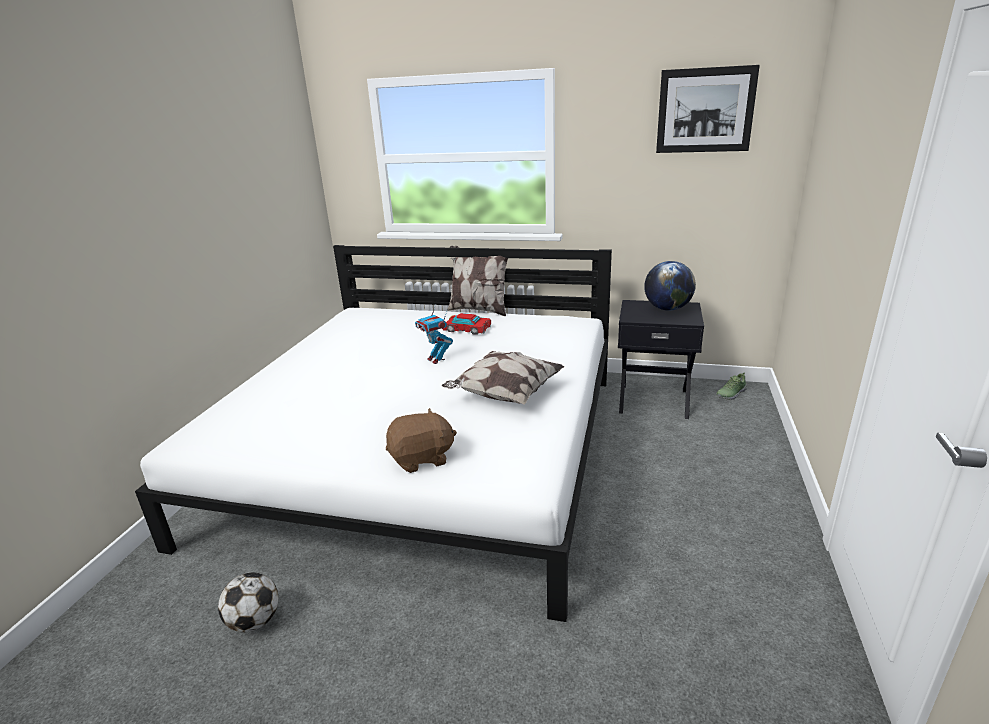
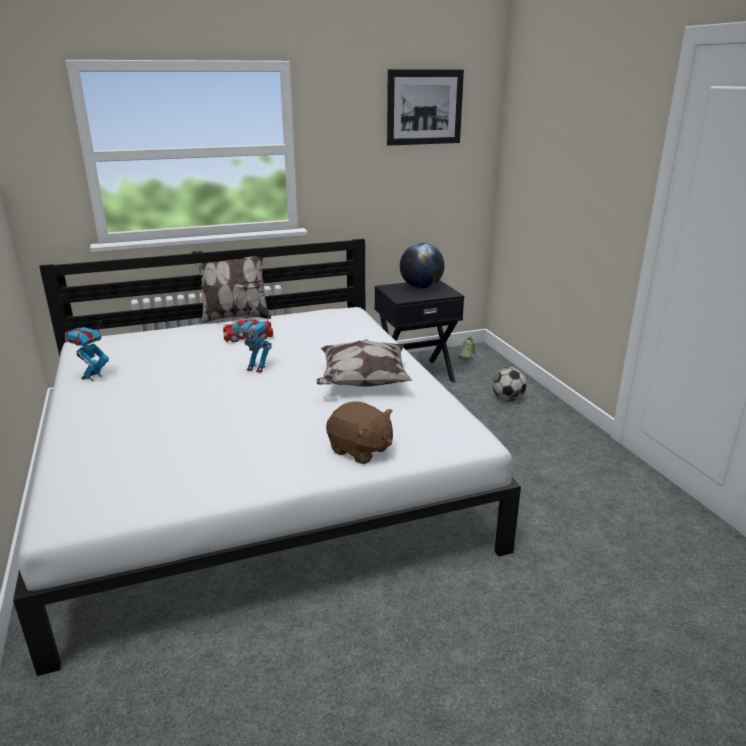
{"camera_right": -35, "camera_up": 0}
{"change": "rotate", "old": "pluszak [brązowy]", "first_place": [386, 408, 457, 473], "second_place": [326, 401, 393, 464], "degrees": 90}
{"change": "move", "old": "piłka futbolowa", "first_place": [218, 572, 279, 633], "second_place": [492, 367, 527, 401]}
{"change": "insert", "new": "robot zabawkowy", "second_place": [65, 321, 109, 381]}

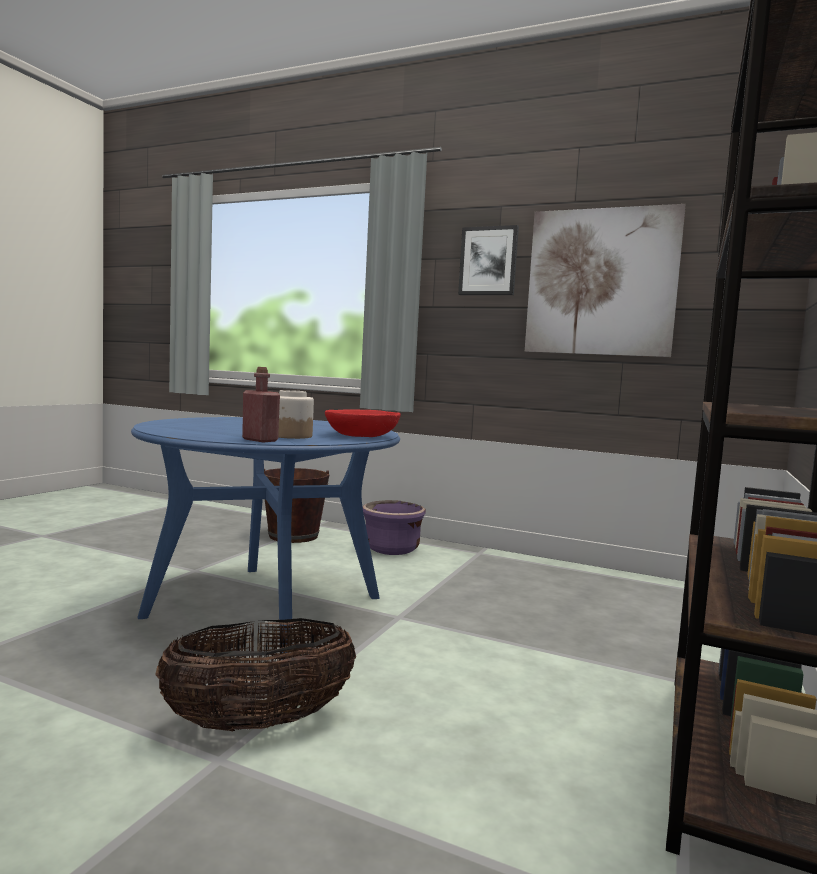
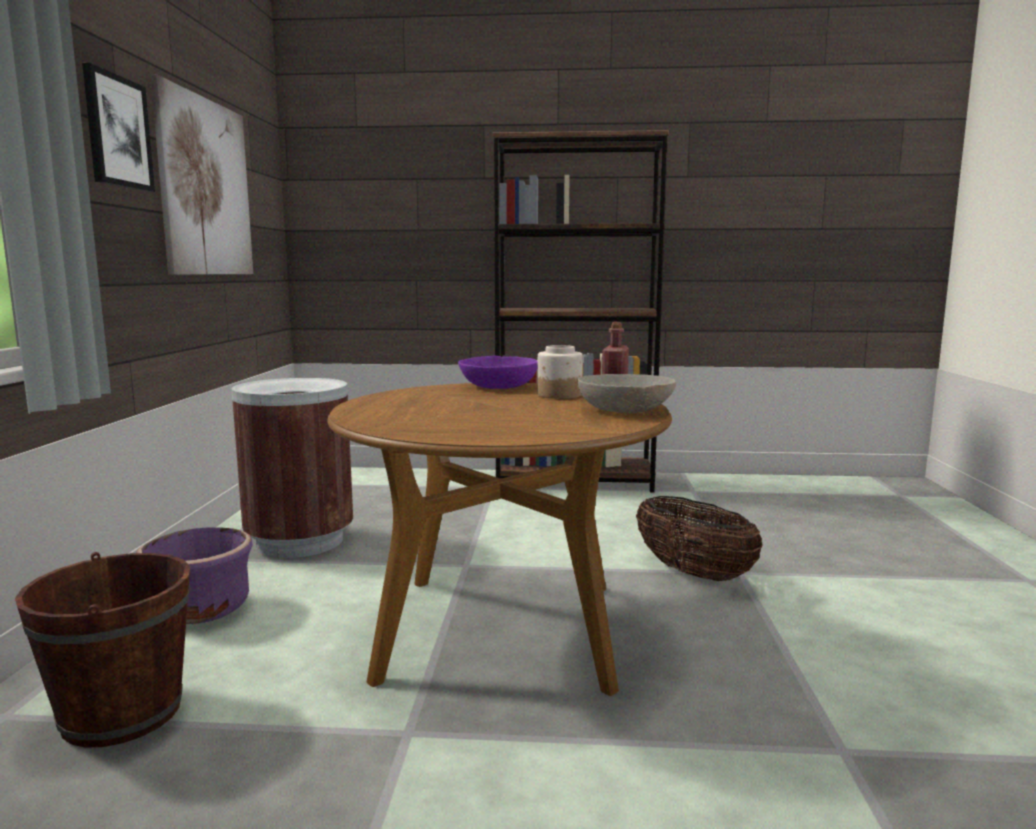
{"camera_right": -110, "camera_up": 5}
{"change": "recolor", "old": "miska [czerwony]", "new": "miska [fioletowy]", "first_place": [325, 409, 401, 437], "second_place": [458, 355, 538, 389]}
{"change": "recolor", "old": "stół jadalny [niebieski]", "new": "stół jadalny [brązowy]", "first_place": [131, 417, 400, 653], "second_place": [327, 383, 672, 696]}
{"change": "insert", "new": "miska [szary]", "second_place": [578, 374, 676, 413]}
{"change": "insert", "new": "kosz na śmieci [brązowy]", "second_place": [231, 378, 353, 558]}

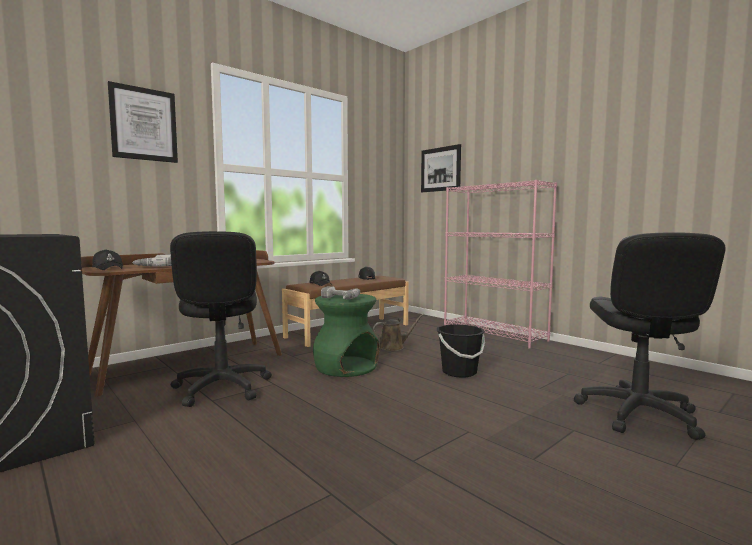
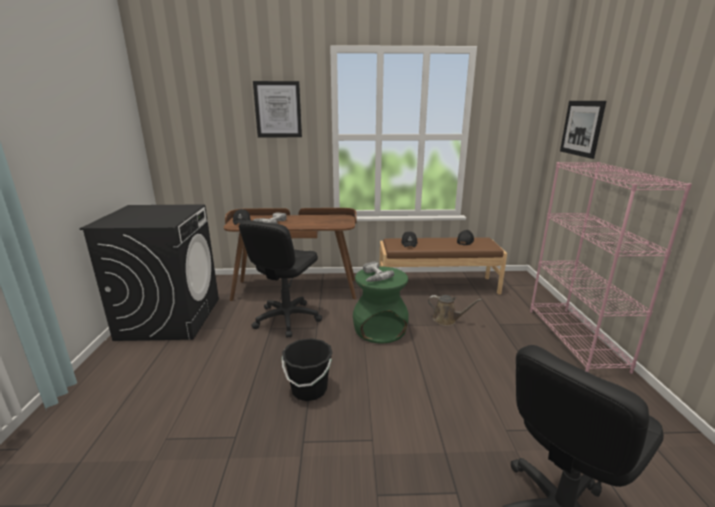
{"camera_right": 40, "camera_up": 15}
{"change": "move", "old": "wiadro [czarny]", "first_place": [437, 324, 485, 378], "second_place": [282, 338, 333, 401]}

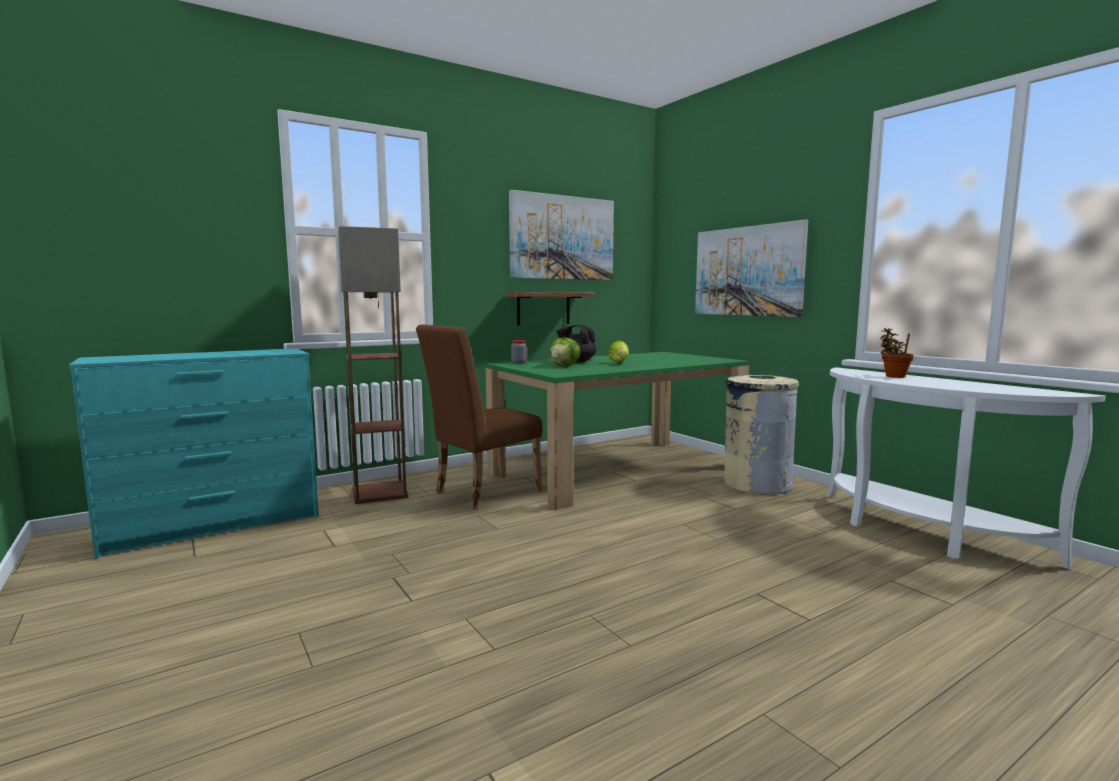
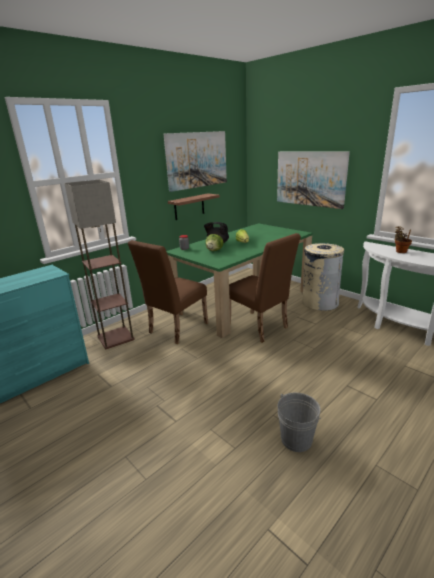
{"camera_right": -10, "camera_up": 15}
{"change": "insert", "new": "krzesło [brązowy]", "second_place": [229, 233, 301, 343]}
{"change": "insert", "new": "wiadro [szary]", "second_place": [278, 393, 321, 452]}

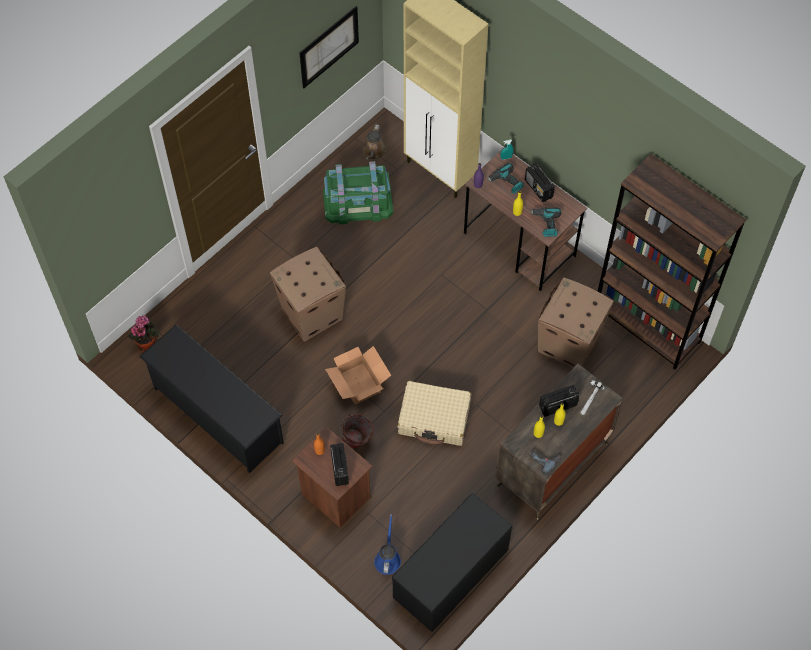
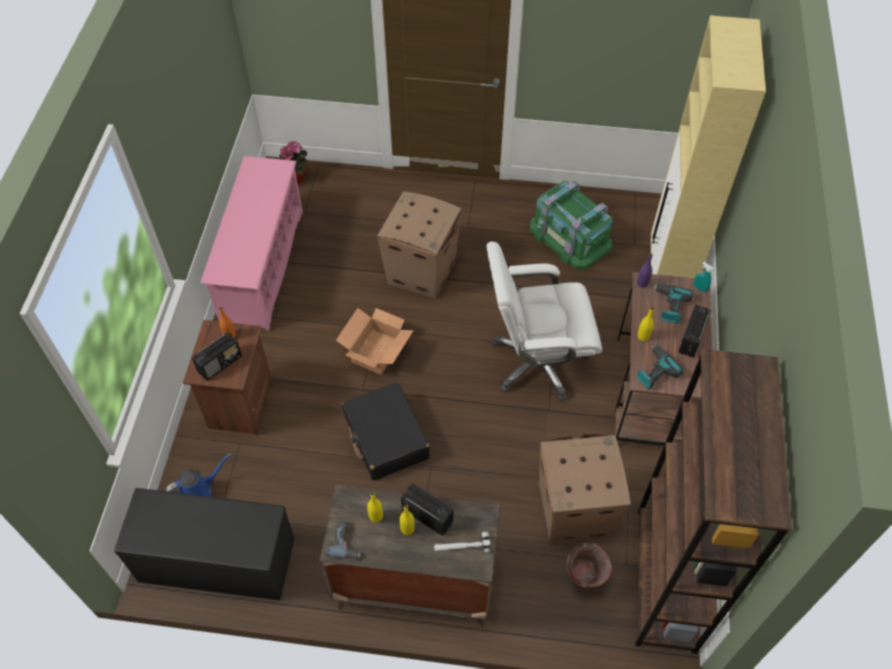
{"camera_right": 55, "camera_up": -5}
{"change": "delete", "old": "obraz", "first_place": [299, 6, 359, 88]}
{"change": "delete", "old": "konewka [brązowy]", "first_place": [363, 124, 386, 160]}
{"change": "recolor", "old": "regał na buty [czarny]", "new": "regał na buty [różowy]", "first_place": [139, 324, 284, 473], "second_place": [200, 156, 303, 331]}
{"change": "recolor", "old": "walizka [beżowy]", "new": "walizka [czarny]", "first_place": [397, 381, 471, 446], "second_place": [342, 382, 430, 481]}
{"change": "move", "old": "wiadro", "first_place": [340, 414, 373, 449], "second_place": [567, 543, 612, 587]}
{"change": "insert", "new": "krzesło biurowe [biały]", "second_place": [487, 242, 602, 401]}

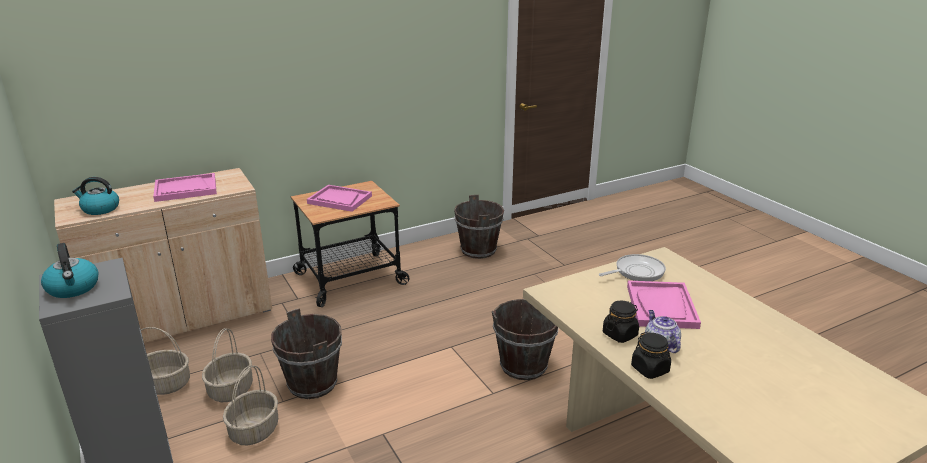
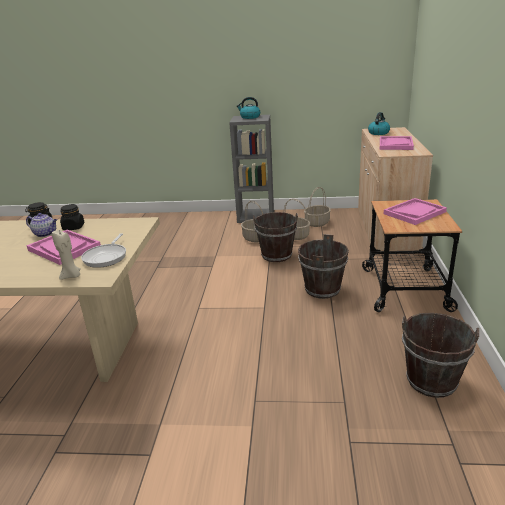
{"camera_right": 125, "camera_up": 0}
{"change": "move", "old": "wiadro [brązowy]", "first_place": [492, 299, 558, 380], "second_place": [298, 234, 349, 299]}
{"change": "insert", "new": "świeca [beżowy]", "second_place": [52, 230, 81, 280]}

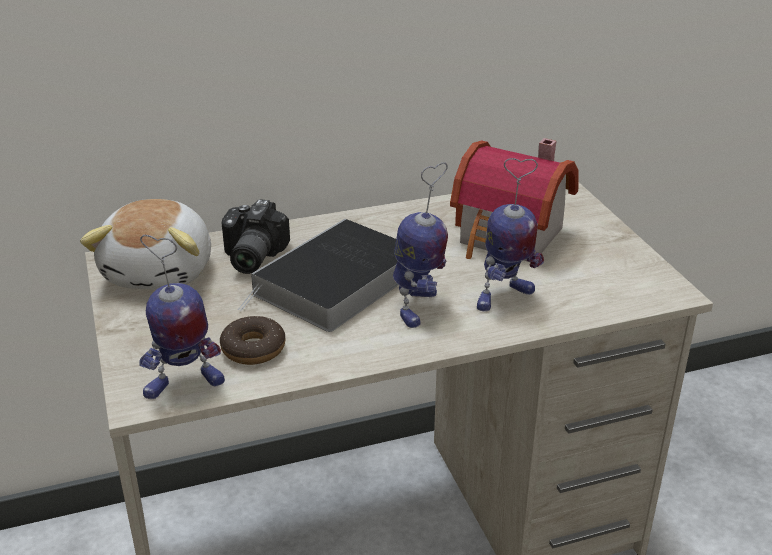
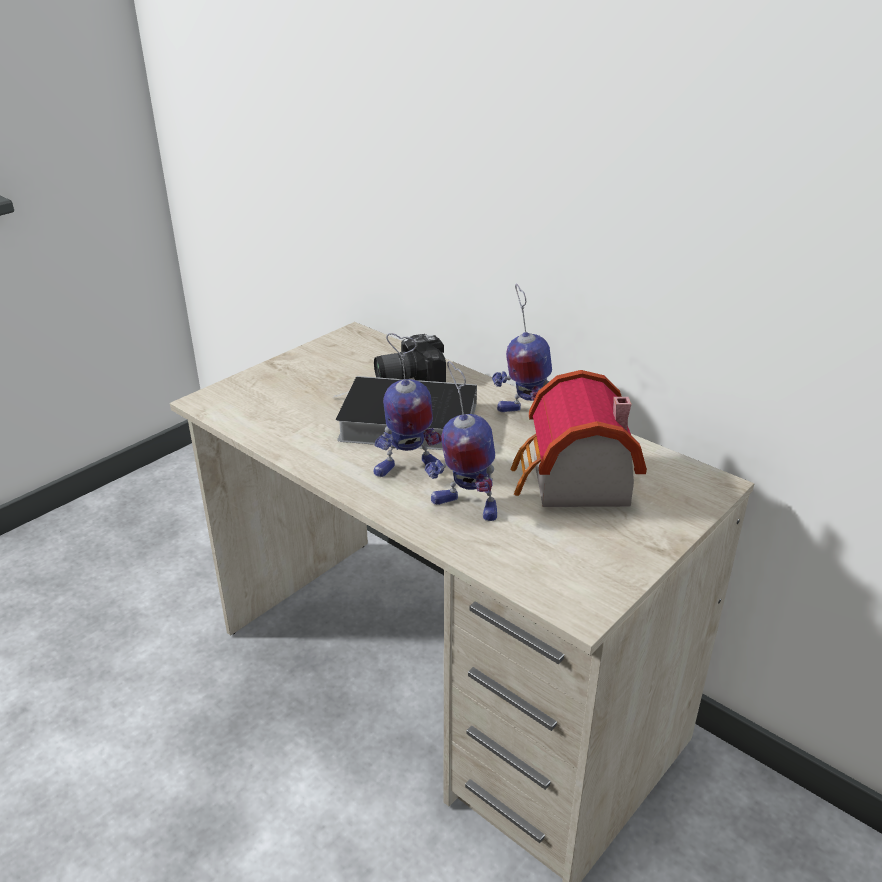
{"camera_right": 60, "camera_up": 0}
{"change": "delete", "old": "pluszak", "first_place": [80, 199, 211, 290]}
{"change": "move", "old": "robot zabawkowy", "first_place": [139, 235, 225, 400], "second_place": [492, 284, 552, 412]}
{"change": "delete", "old": "donut", "first_place": [220, 316, 286, 365]}

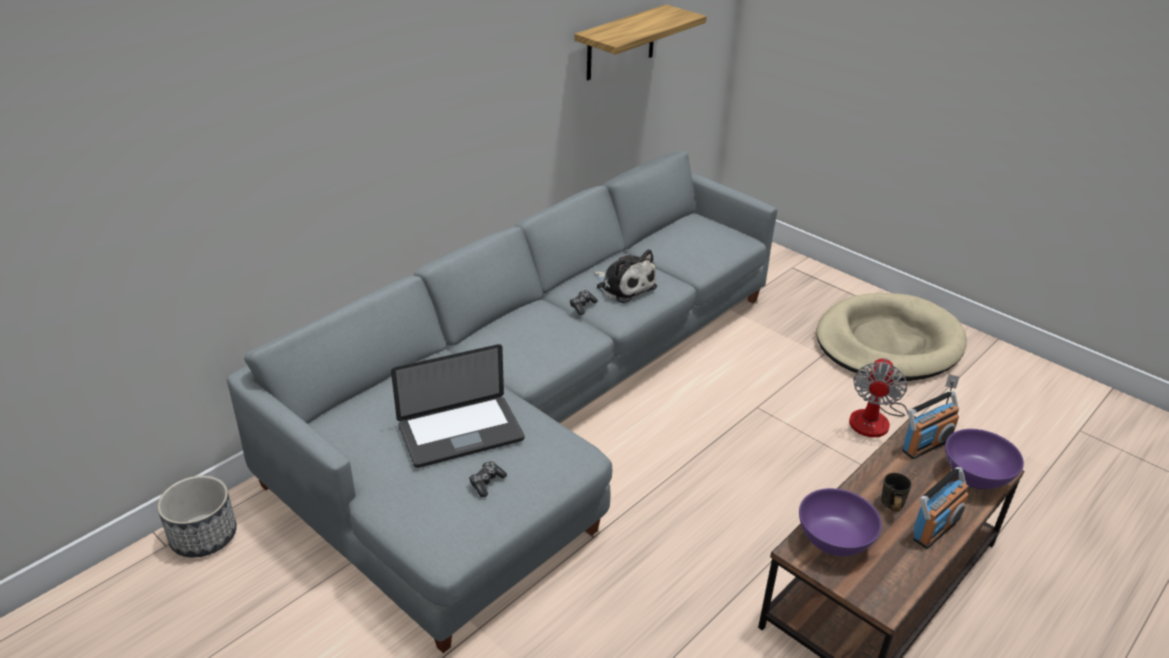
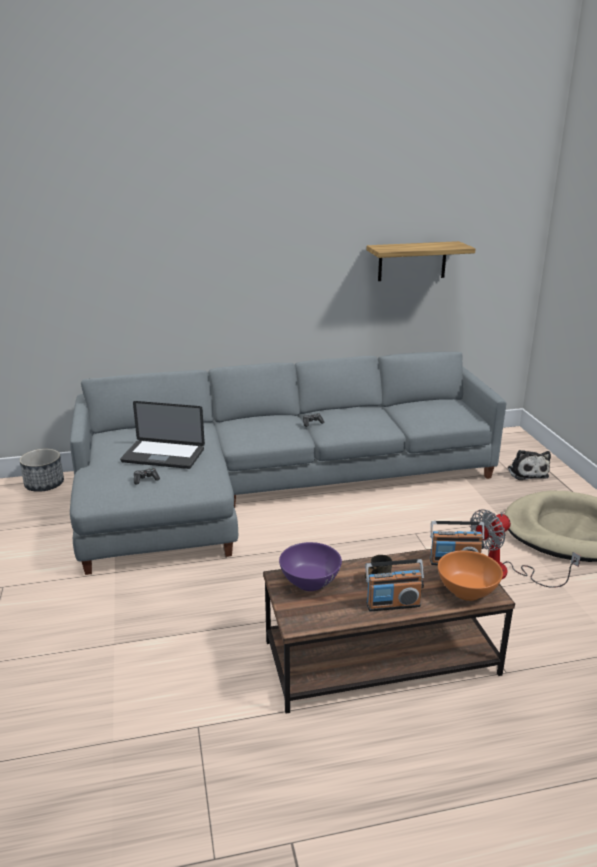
{"camera_right": 35, "camera_up": -10}
{"change": "move", "old": "pluszak", "first_place": [594, 249, 657, 304], "second_place": [508, 450, 551, 480]}
{"change": "recolor", "old": "miska [fioletowy]", "new": "miska [pomarańczowy]", "first_place": [945, 429, 1024, 489], "second_place": [438, 550, 503, 601]}

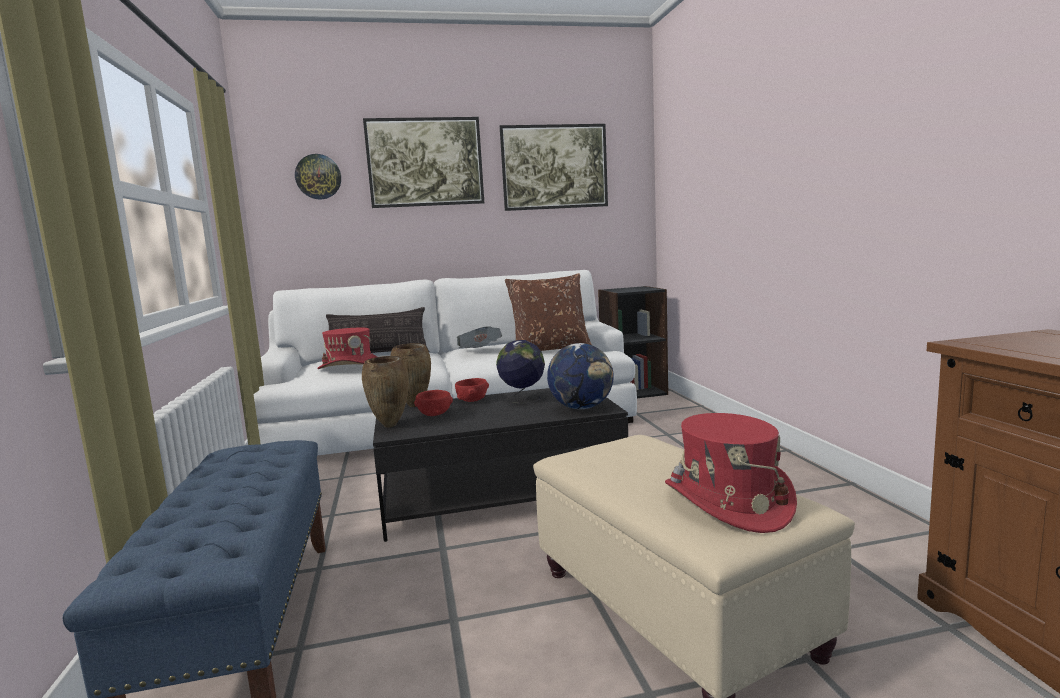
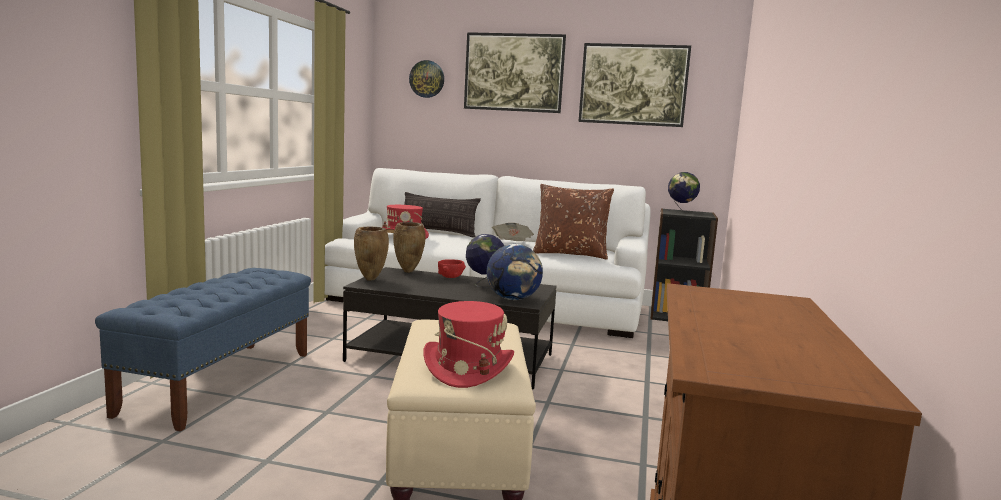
{"camera_right": 25, "camera_up": 0}
{"change": "delete", "old": "miska [czerwony]", "first_place": [414, 390, 453, 416]}
{"change": "insert", "new": "globus", "second_place": [668, 172, 700, 212]}

